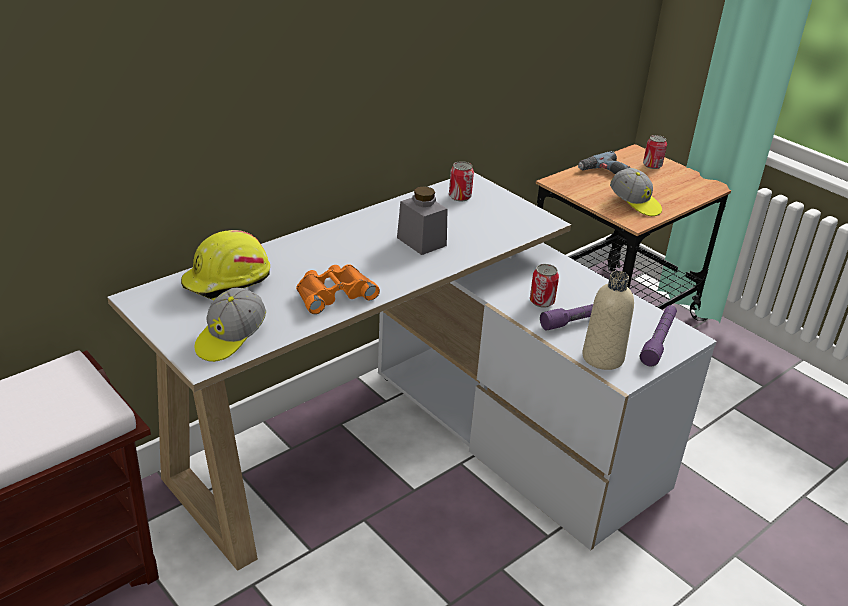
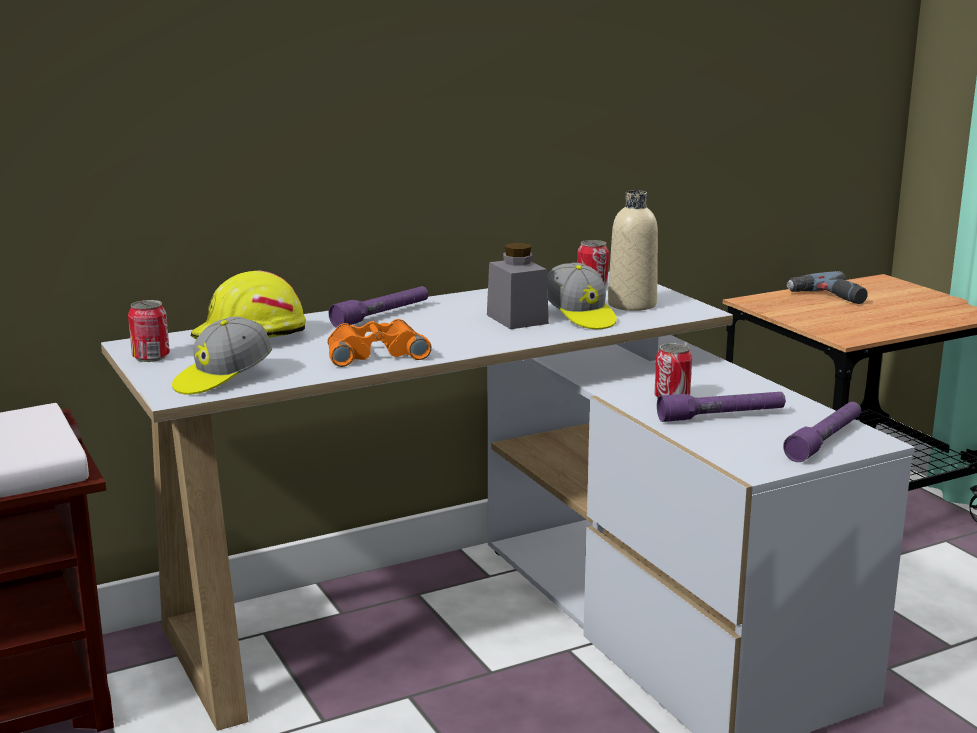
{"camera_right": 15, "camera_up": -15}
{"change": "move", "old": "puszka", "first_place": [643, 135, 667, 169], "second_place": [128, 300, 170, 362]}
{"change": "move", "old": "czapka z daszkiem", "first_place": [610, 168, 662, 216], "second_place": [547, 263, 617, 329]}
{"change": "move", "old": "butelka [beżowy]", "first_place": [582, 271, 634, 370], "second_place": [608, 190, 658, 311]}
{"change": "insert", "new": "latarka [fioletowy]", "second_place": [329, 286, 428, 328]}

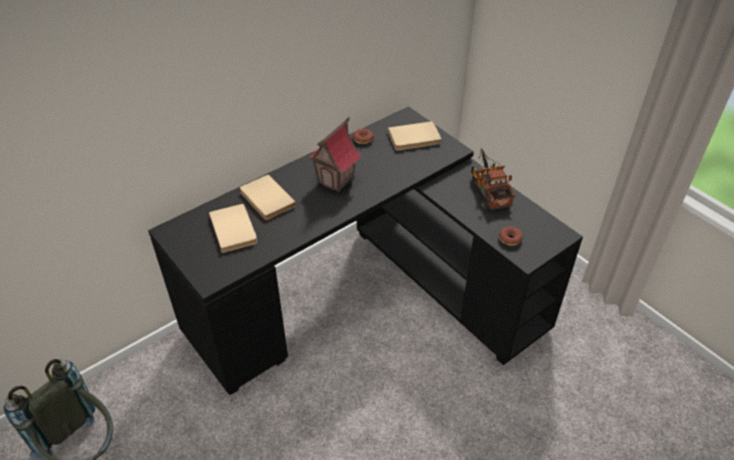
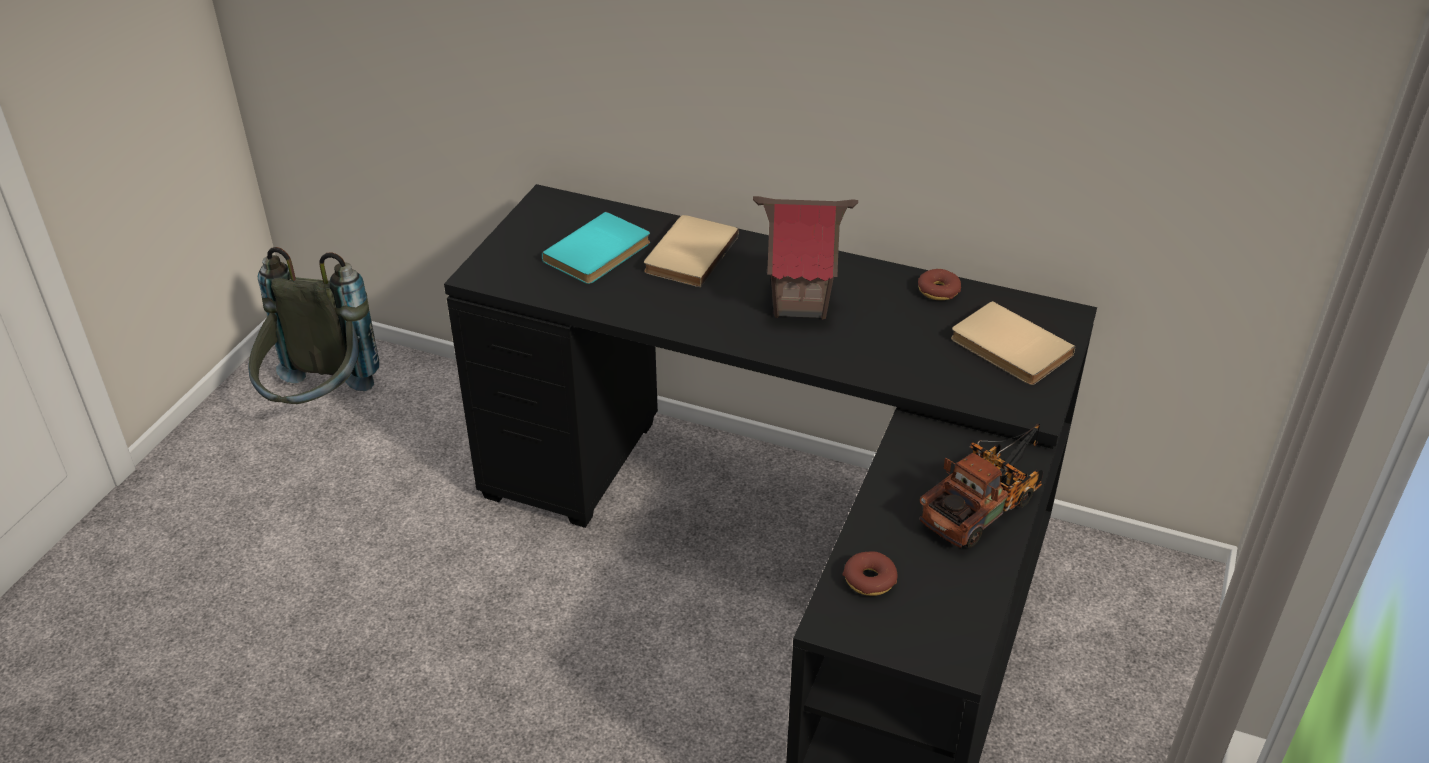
{"camera_right": 60, "camera_up": -5}
{"change": "recolor", "old": "książka [beżowy]", "new": "książka [turkusowy]", "first_place": [209, 204, 257, 253], "second_place": [542, 212, 650, 284]}

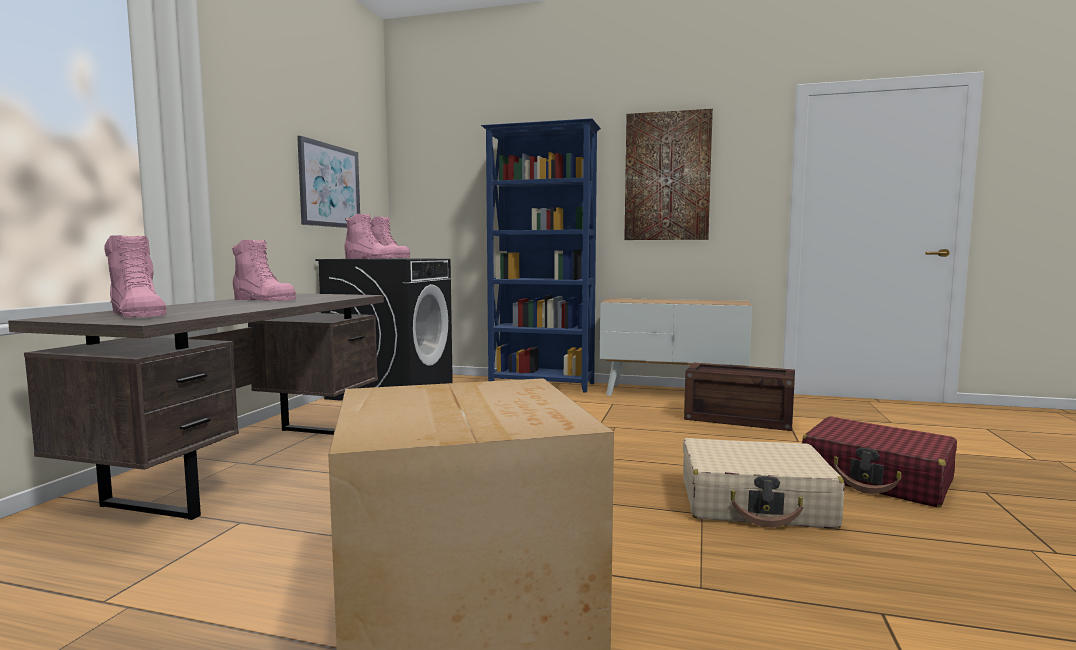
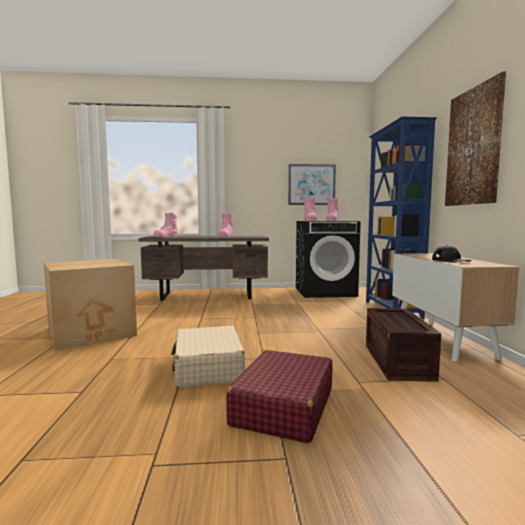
{"camera_right": 70, "camera_up": 0}
{"change": "insert", "new": "czapka z daszkiem [czarny]", "second_place": [432, 245, 472, 263]}

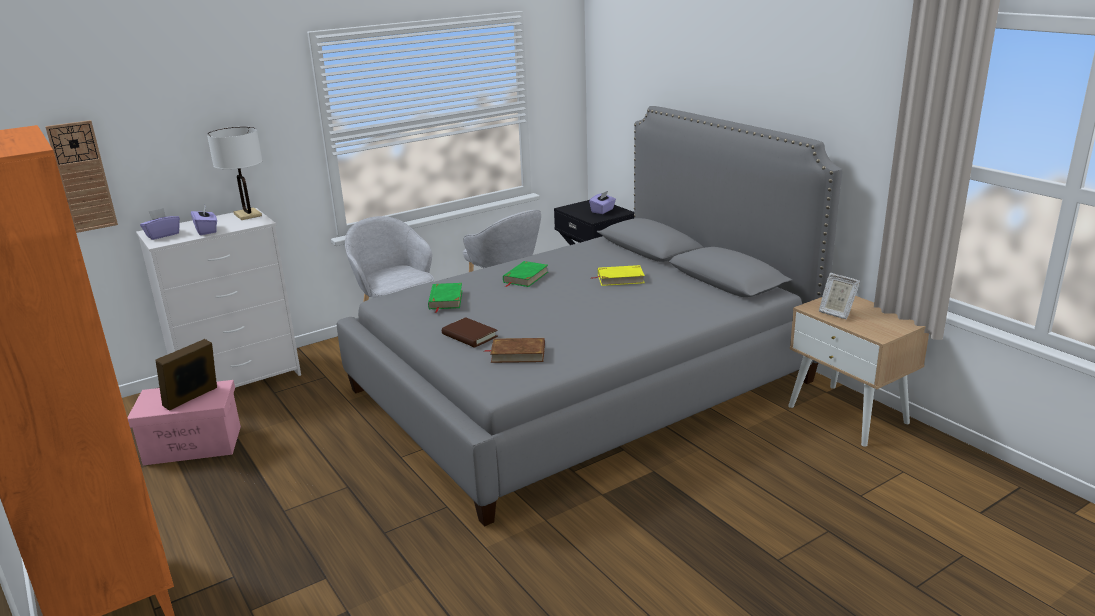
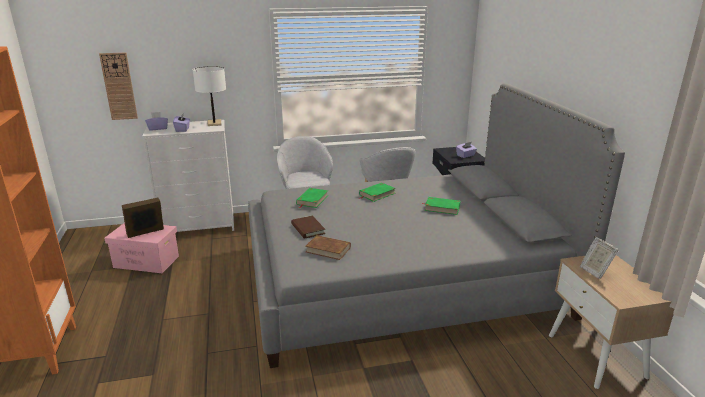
{"camera_right": 20, "camera_up": 0}
{"change": "recolor", "old": "książka [żółty]", "new": "książka [zielony]", "first_place": [593, 265, 645, 286], "second_place": [422, 197, 460, 215]}

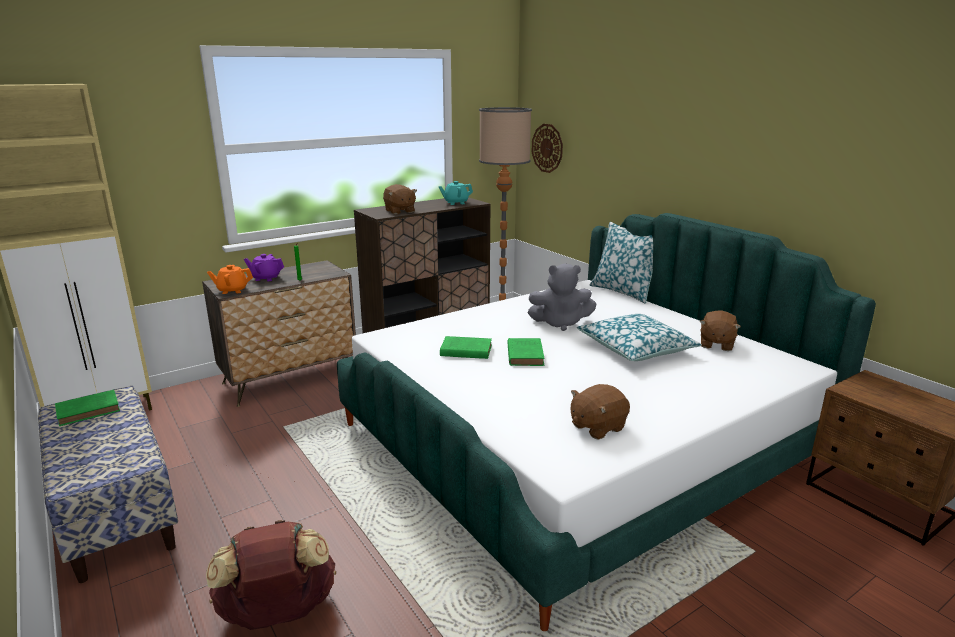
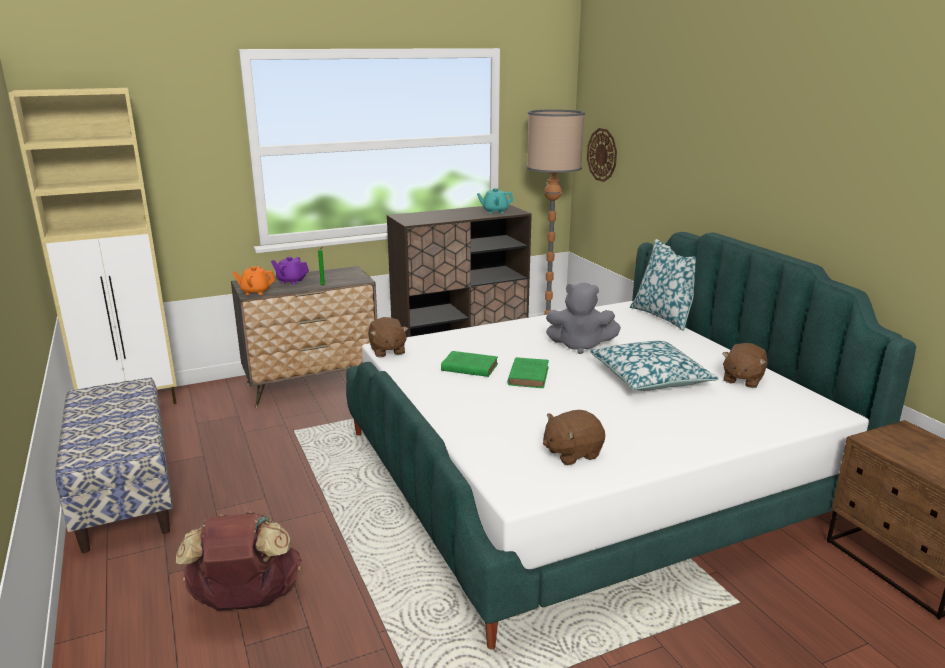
{"camera_right": 10, "camera_up": 0}
{"change": "move", "old": "pluszak [brązowy]", "first_place": [383, 184, 417, 214], "second_place": [368, 317, 408, 358]}
{"change": "delete", "old": "książka [zielony]", "first_place": [55, 390, 120, 426]}

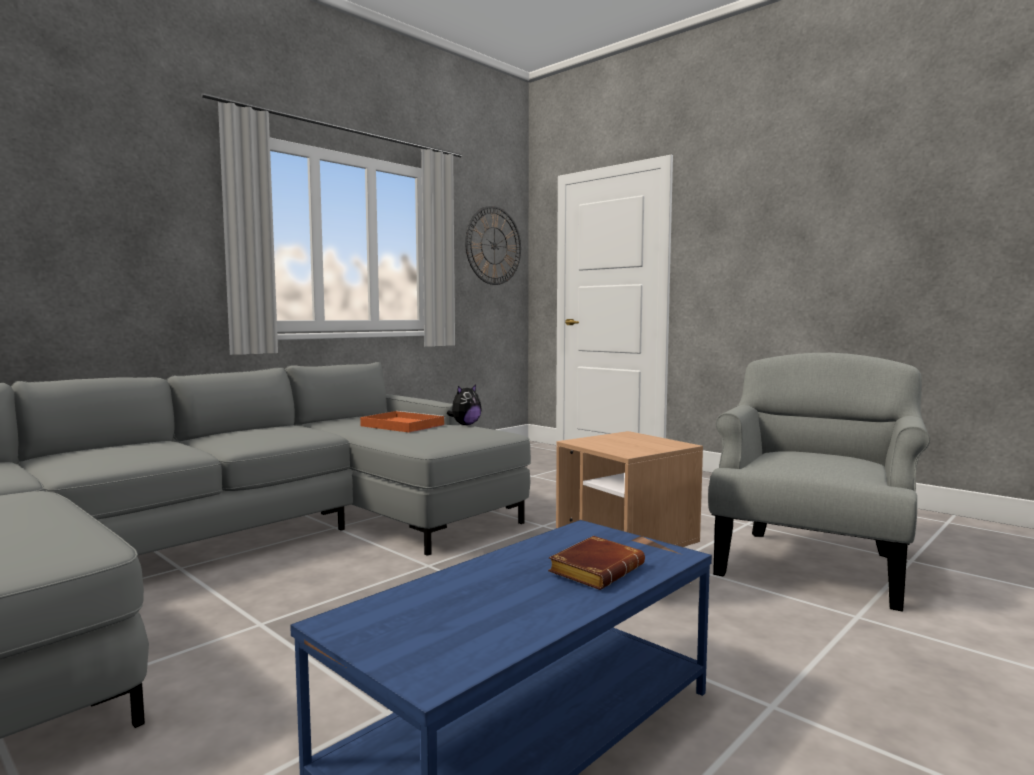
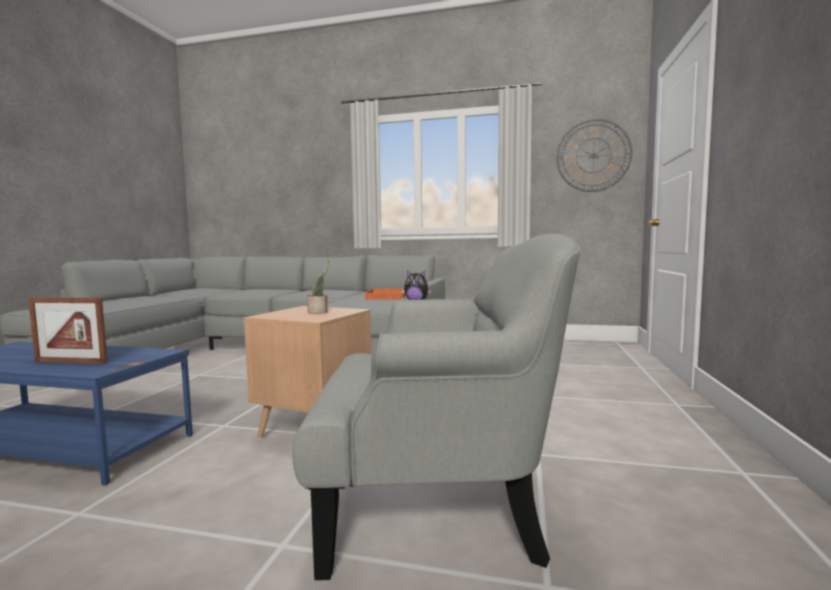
{"camera_right": 60, "camera_up": 0}
{"change": "replace", "old": "książka [brązowy]", "new": "ramka na zdjęcie", "first_place": [548, 536, 645, 590], "second_place": [28, 297, 108, 364]}
{"change": "insert", "new": "roślina doniczkowa", "second_place": [307, 257, 329, 314]}

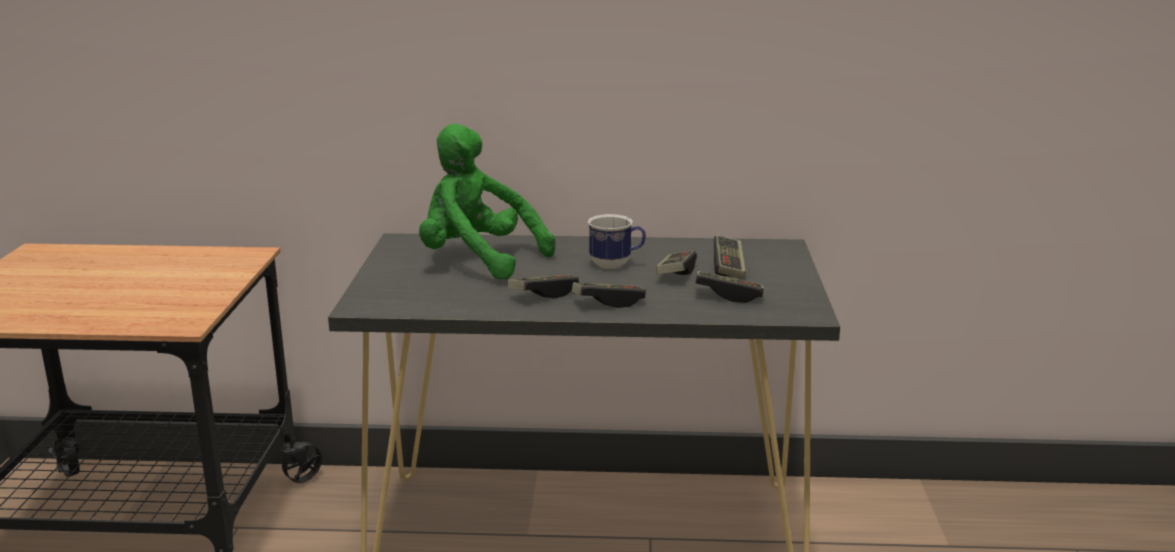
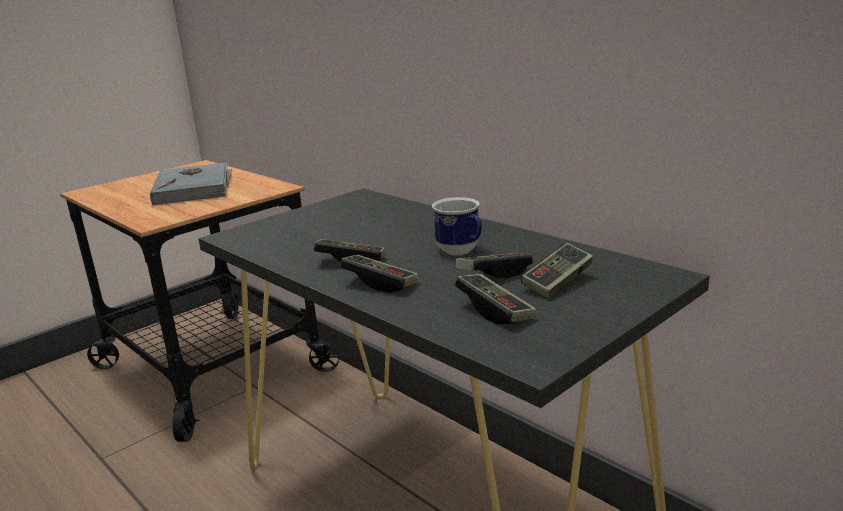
{"camera_right": 45, "camera_up": 0}
{"change": "delete", "old": "pluszak [zielony]", "first_place": [419, 124, 556, 280]}
{"change": "insert", "new": "książka [szary]", "second_place": [150, 163, 232, 205]}

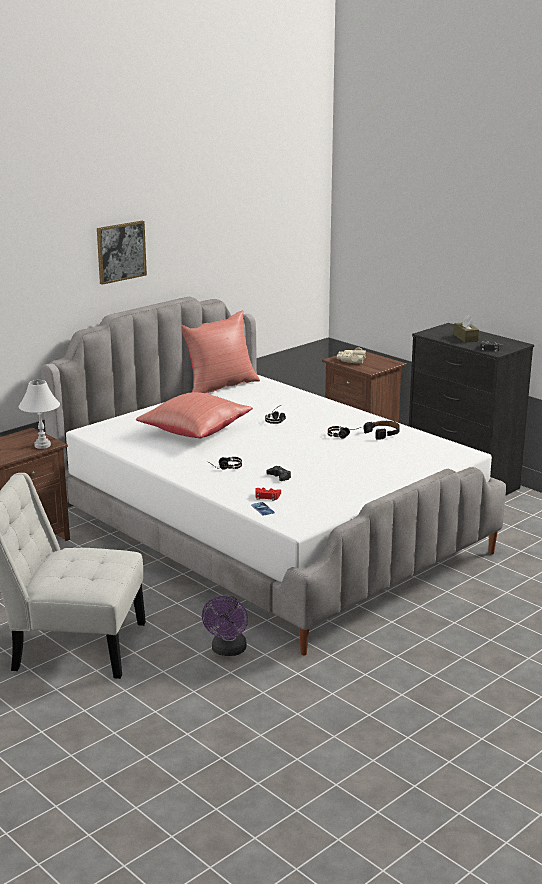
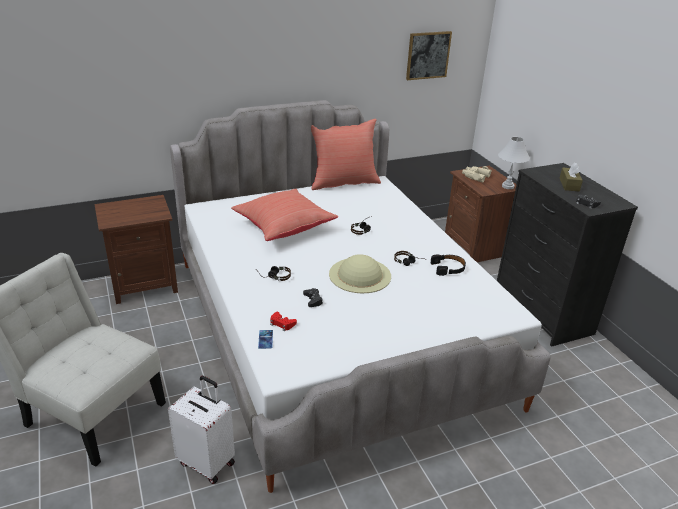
{"camera_right": 20, "camera_up": 10}
{"change": "move", "old": "obraz", "first_place": [97, 221, 147, 285], "second_place": [406, 31, 452, 80]}
{"change": "move", "old": "lampa stołowa [biały]", "first_place": [19, 380, 60, 449], "second_place": [498, 137, 530, 189]}
{"change": "replace", "old": "wentylator [fioletowy]", "new": "walizka [biały]", "first_place": [202, 596, 248, 656], "second_place": [168, 376, 235, 484]}
{"change": "insert", "new": "kapelusz [beżowy]", "second_place": [329, 254, 391, 293]}

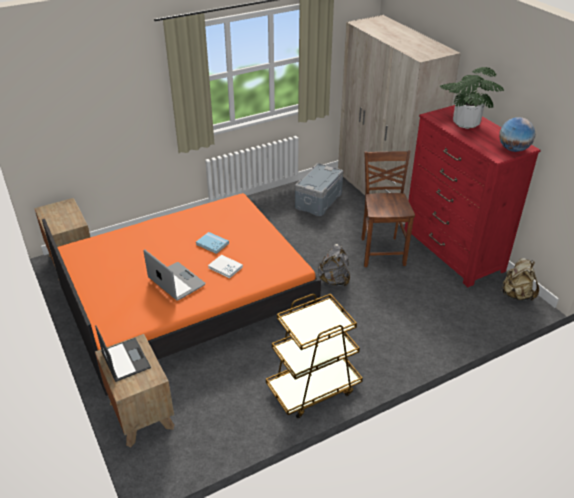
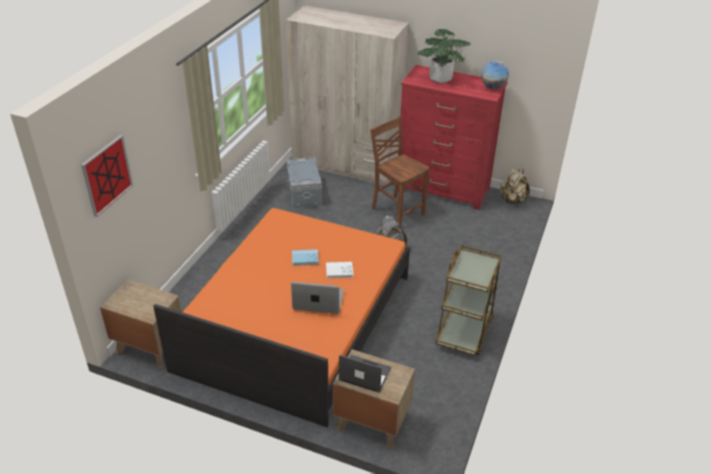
{"camera_right": -40, "camera_up": 0}
{"change": "insert", "new": "obraz", "second_place": [81, 135, 133, 217]}

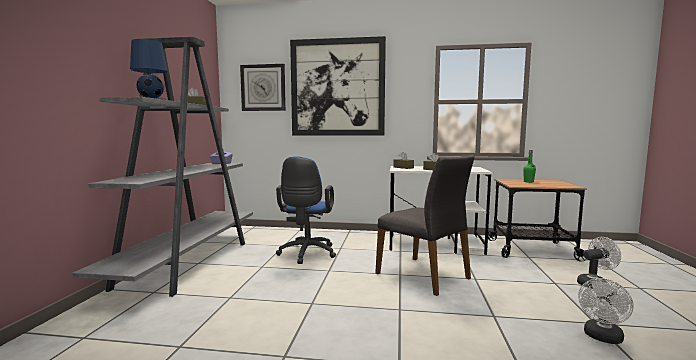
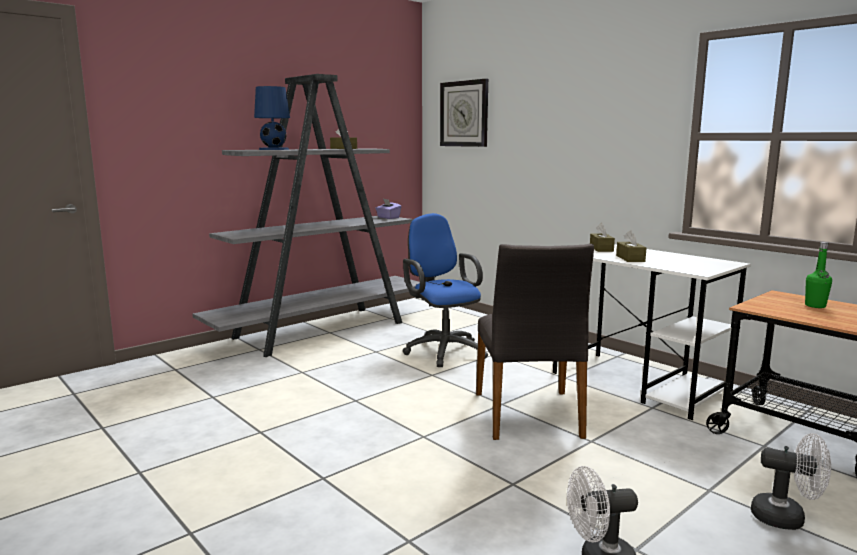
{"camera_right": 40, "camera_up": 5}
{"change": "delete", "old": "obraz", "first_place": [290, 36, 386, 136]}
{"change": "rotate", "old": "krzesło biurowe [niebieski]", "first_place": [276, 156, 336, 264], "second_place": [403, 213, 488, 367], "degrees": 105}

